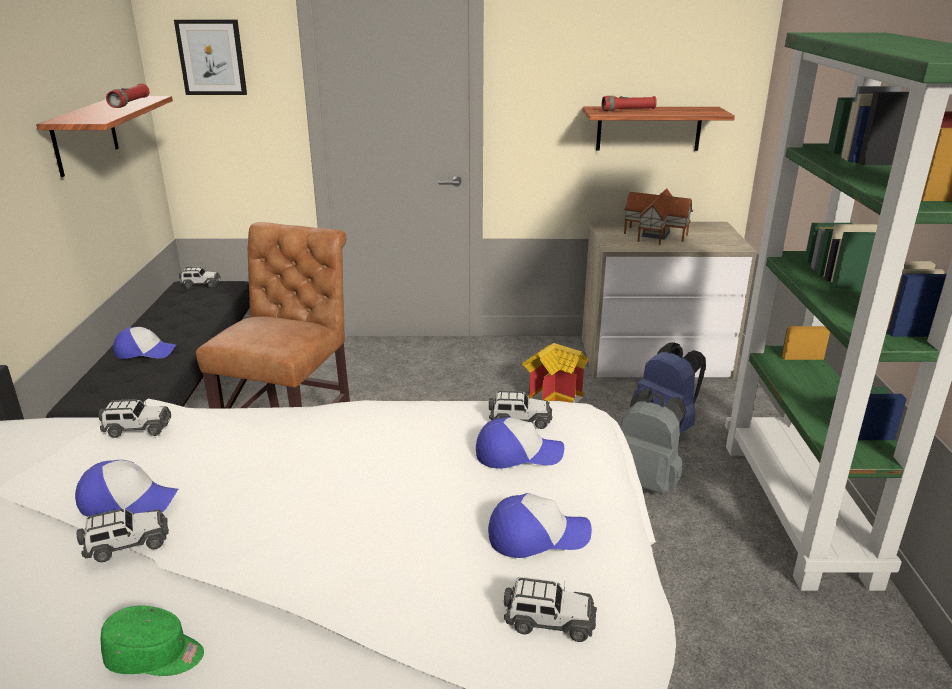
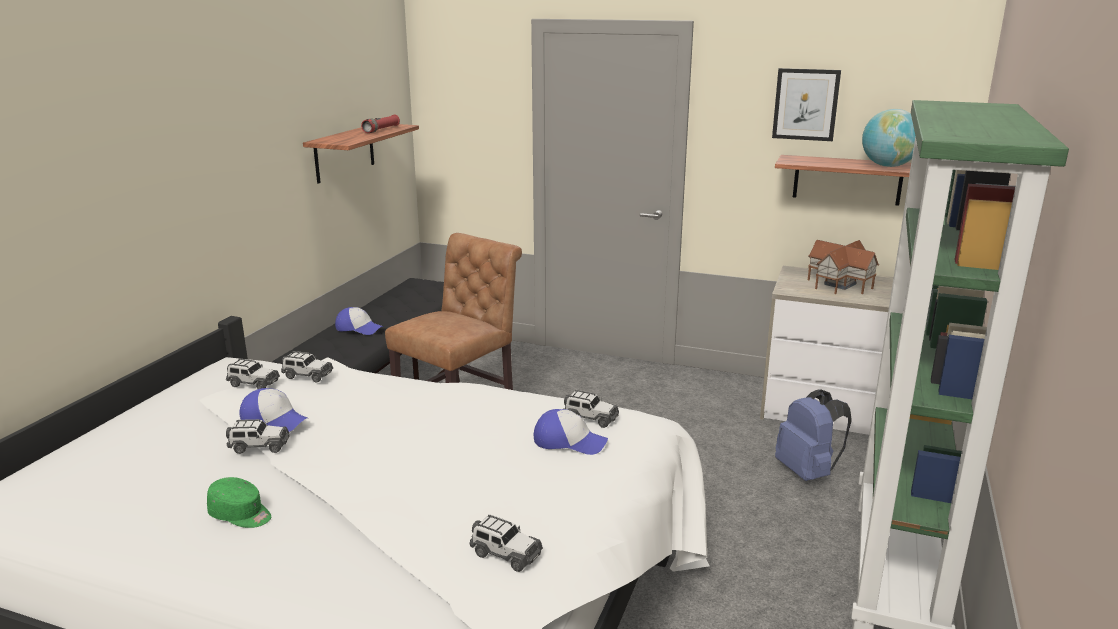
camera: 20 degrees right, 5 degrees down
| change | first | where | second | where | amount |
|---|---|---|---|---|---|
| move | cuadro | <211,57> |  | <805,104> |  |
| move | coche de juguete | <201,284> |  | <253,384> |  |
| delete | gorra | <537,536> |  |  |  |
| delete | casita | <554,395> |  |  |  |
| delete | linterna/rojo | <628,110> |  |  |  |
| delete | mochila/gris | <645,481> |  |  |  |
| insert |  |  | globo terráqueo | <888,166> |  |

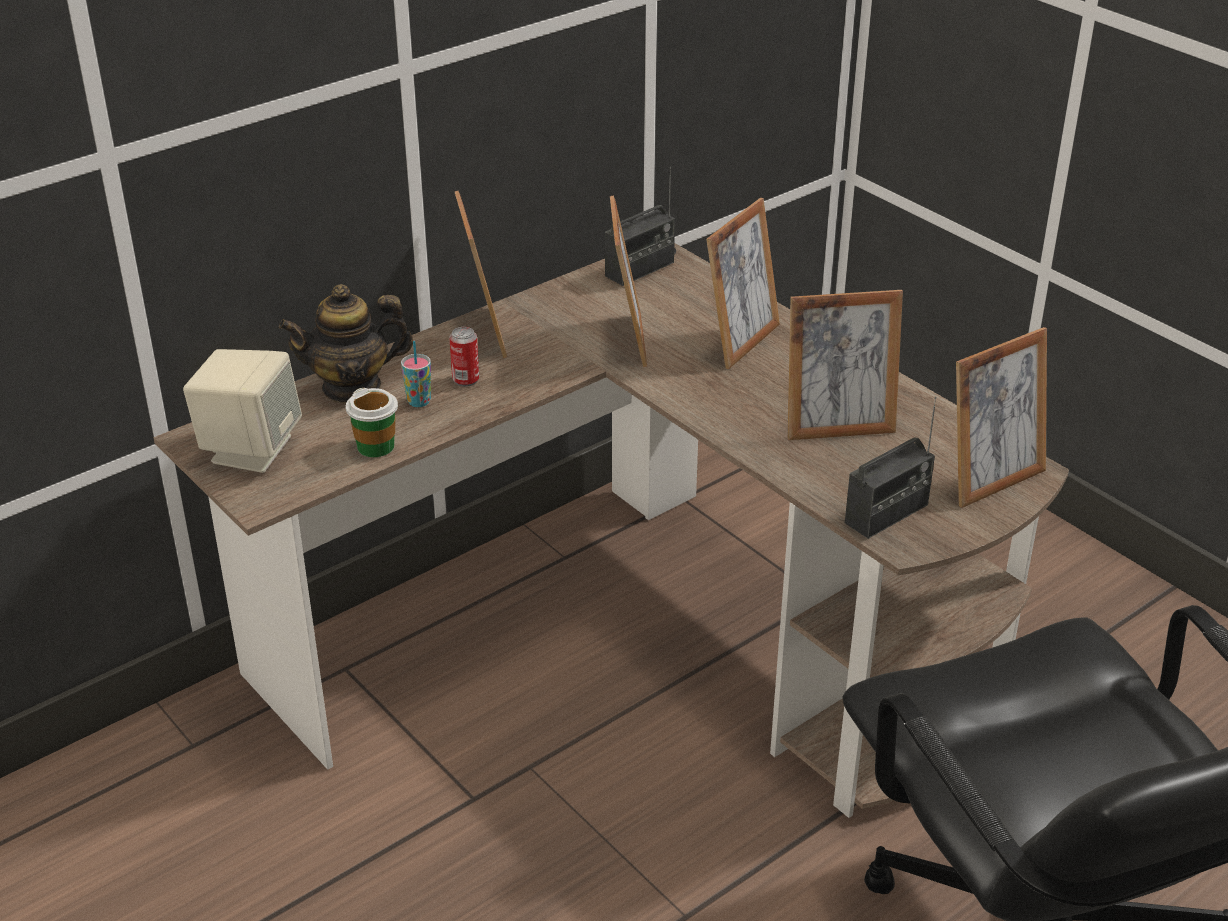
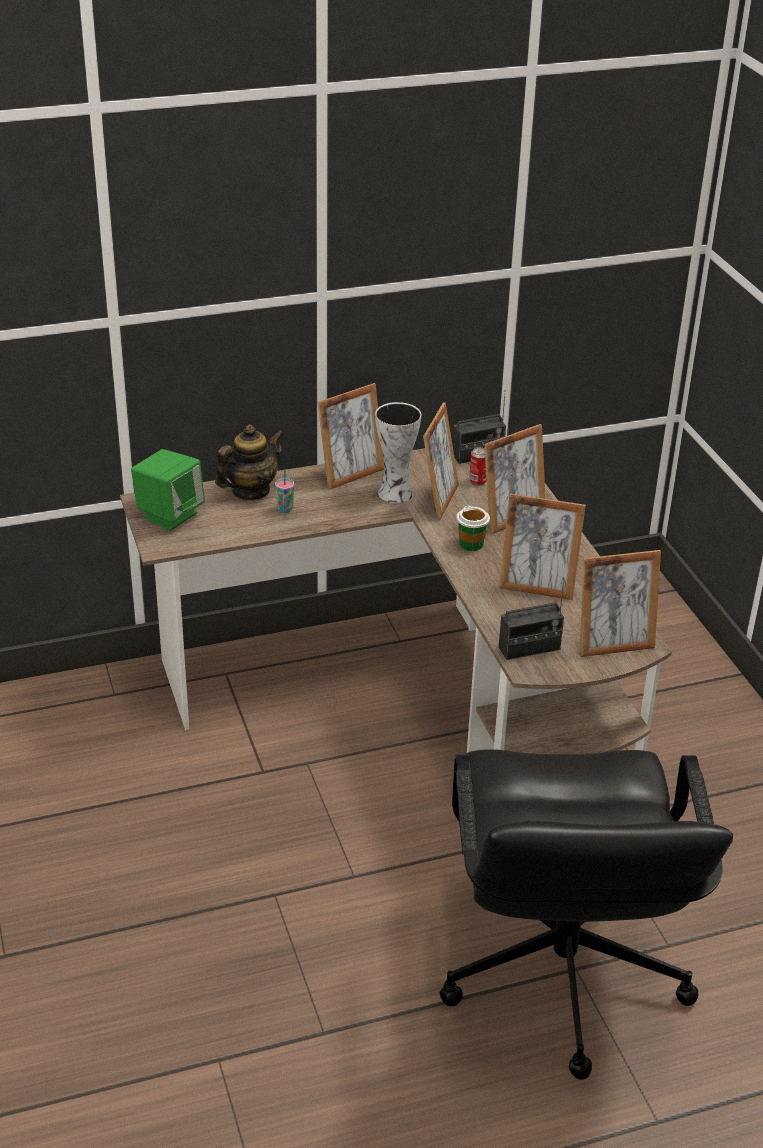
camera: 20 degrees right, 0 degrees up
| change | first | where | second | where | amount |
|---|---|---|---|---|---|
| recolor | altavoz/beis | <250,449> | altavoz/verde | <170,515> |  |
| rotate | tetera | <352,387> |  | <250,491> | 135 degrees clockwise |
| move | taza | <376,446> |  | <471,544> |  |
| move | lata | <465,380> |  | <477,481> |  |
| rotate | portarretratos | <483,333> |  | <351,475> | 45 degrees clockwise |
| insert |  |  | florero | <395,494> |  |

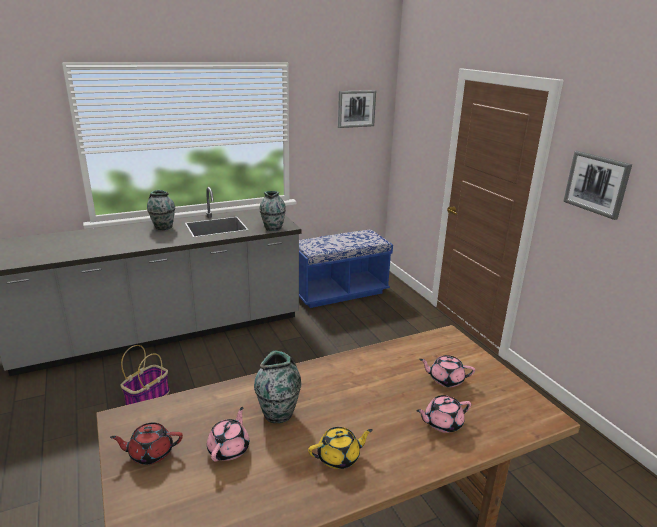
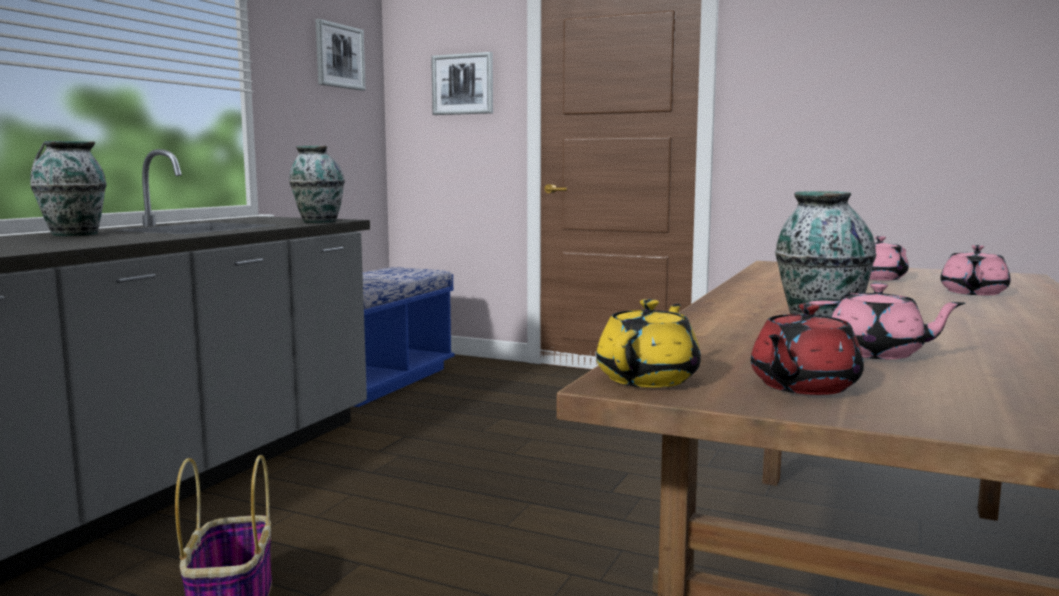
camera: 40 degrees left, 15 degrees down
| change | first | where | second | where | amount |
|---|---|---|---|---|---|
| rotate | tetera/rosa | <229,448> |  | <877,353> | 135 degrees clockwise |
| move | tetera/amarillo | <339,457> |  | <649,378> |  |
| move | cuadro | <597,184> |  | <463,84> |  |

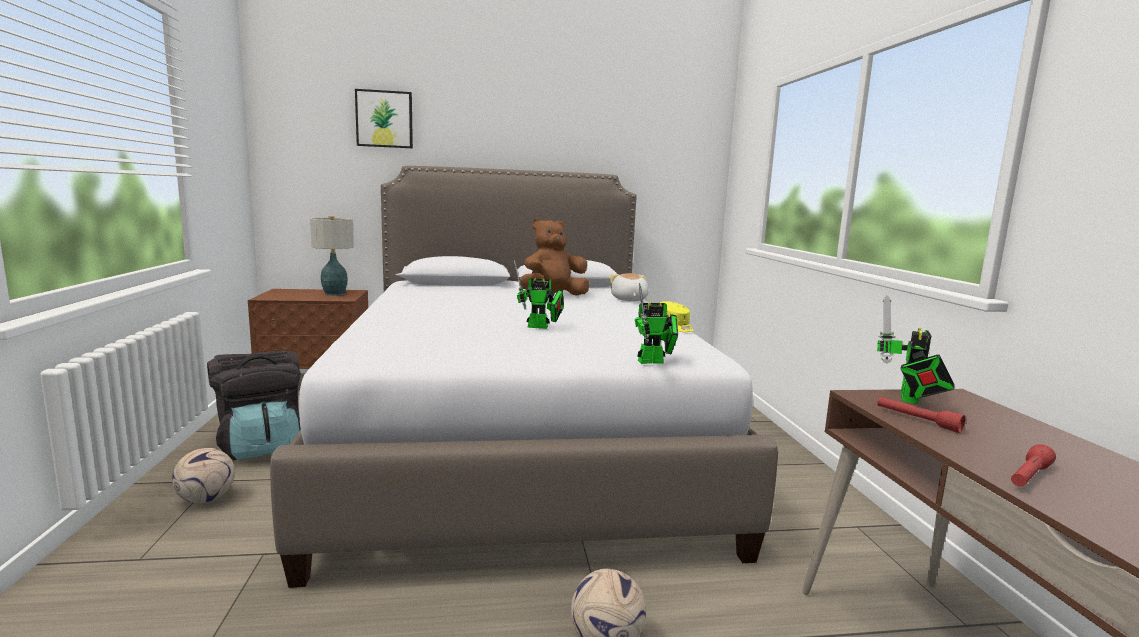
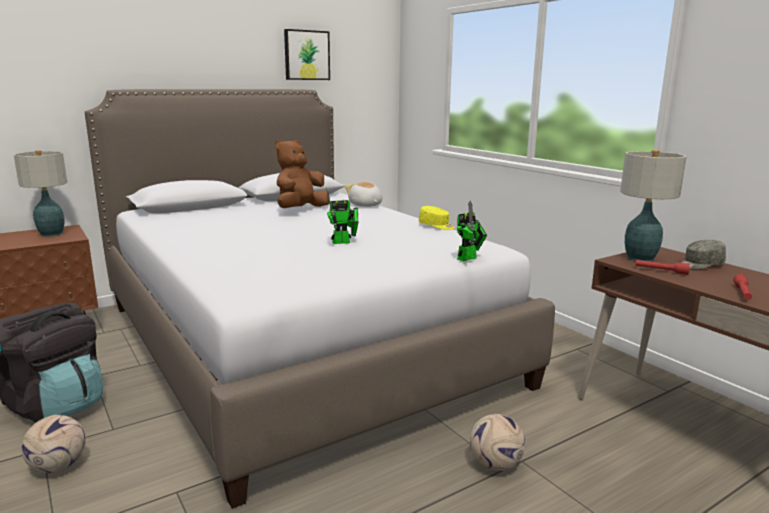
camera: 25 degrees left, 5 degrees up
| change | first | where | second | where | amount |
|---|---|---|---|---|---|
| move | cuadro | <384,119> |  | <306,55> |  |
| replace | robot de juguete | <909,400> | lámpara de mesa | <641,258> |  |
| insert |  |  | gorra/gris | <700,265> |  |

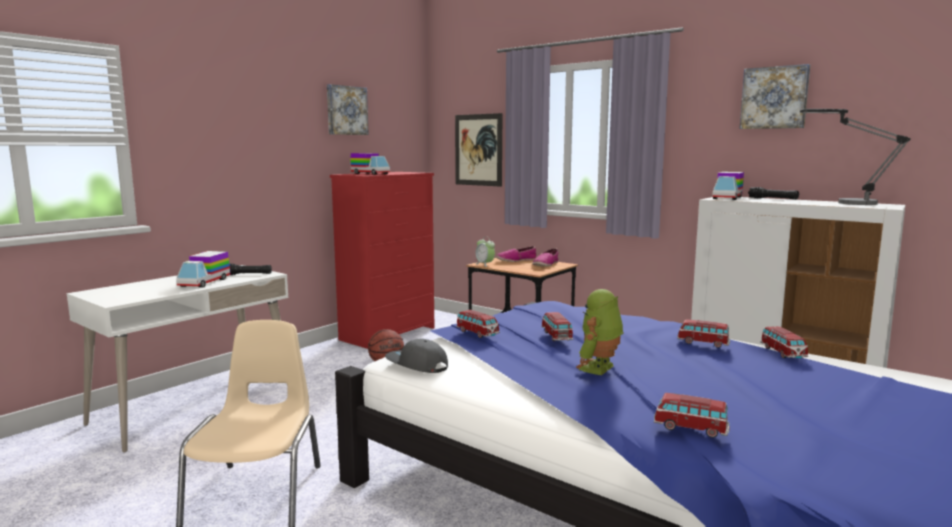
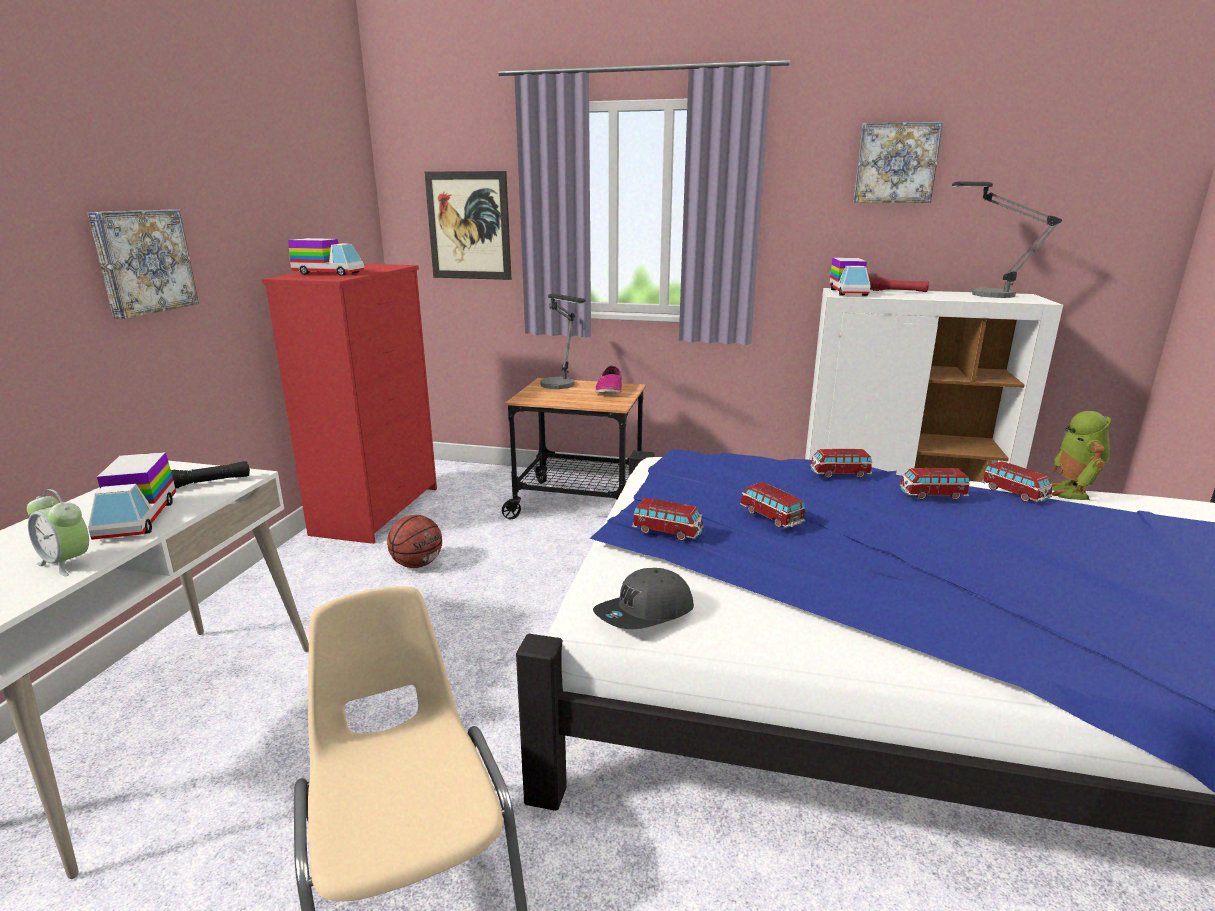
camera: 25 degrees left, 10 degrees up
| change | first | where | second | where | amount |
|---|---|---|---|---|---|
| move | cuadro | <346,110> |  | <142,261> |  |
| rotate | gorra/gris | <416,365> |  | <645,614> | 45 degrees counterclockwise |
| move | despertador | <485,264> |  | <67,563> |  |
| replace | zapato | <516,260> | lámpara de mesa | <562,387> |  |
| move | robot de juguete | <599,369> |  | <1072,493> |  |
| move | coche de juguete | <690,428> |  | <840,474> |  |
| recolor | linterna/negro | <772,199> | linterna/rojo | <896,291> |  |

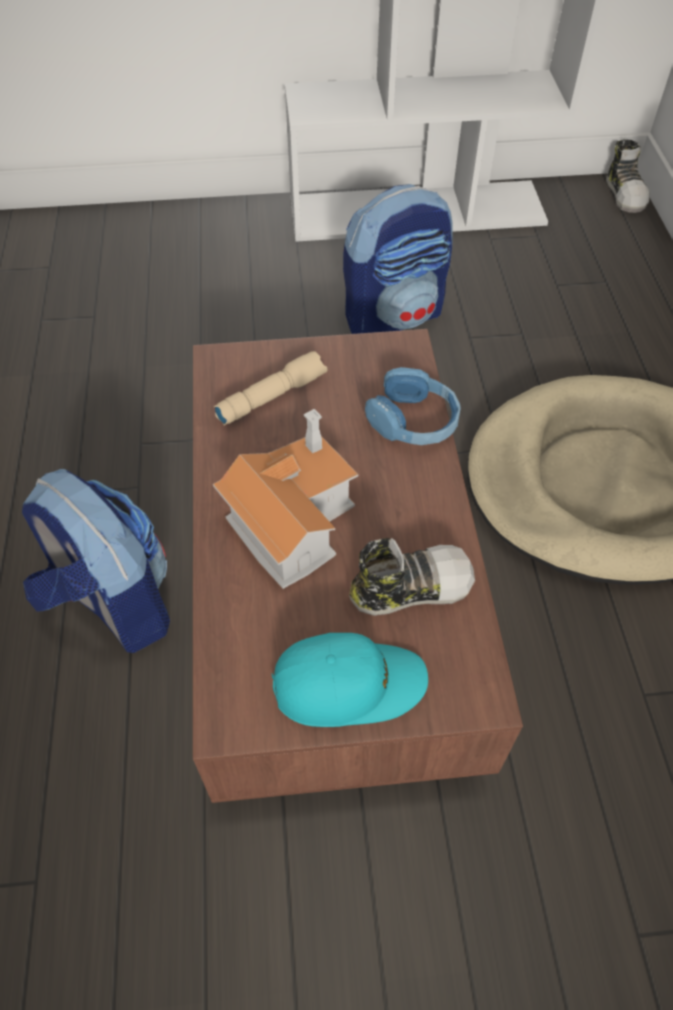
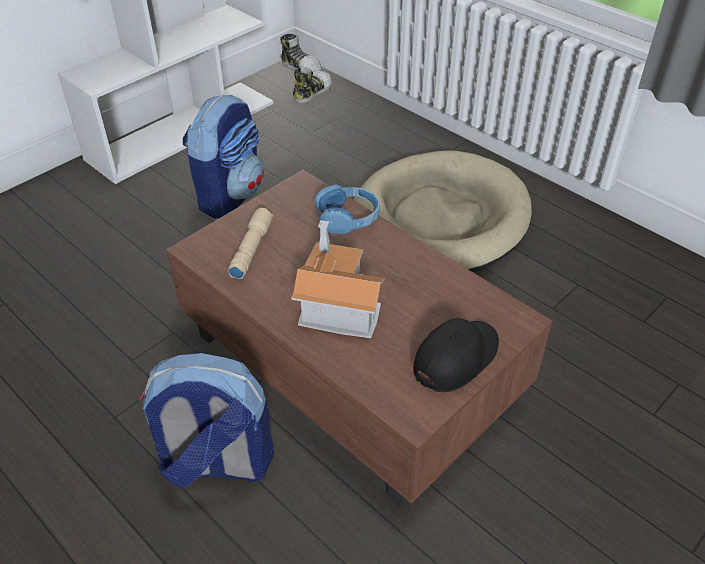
camera: 40 degrees left, 10 degrees down
| change | first | where | second | where | amount |
|---|---|---|---|---|---|
| recolor | gorra/turquesa | <348,684> | gorra/negro | <456,358> |  |
| move | zapato | <410,586> |  | <311,92> |  |

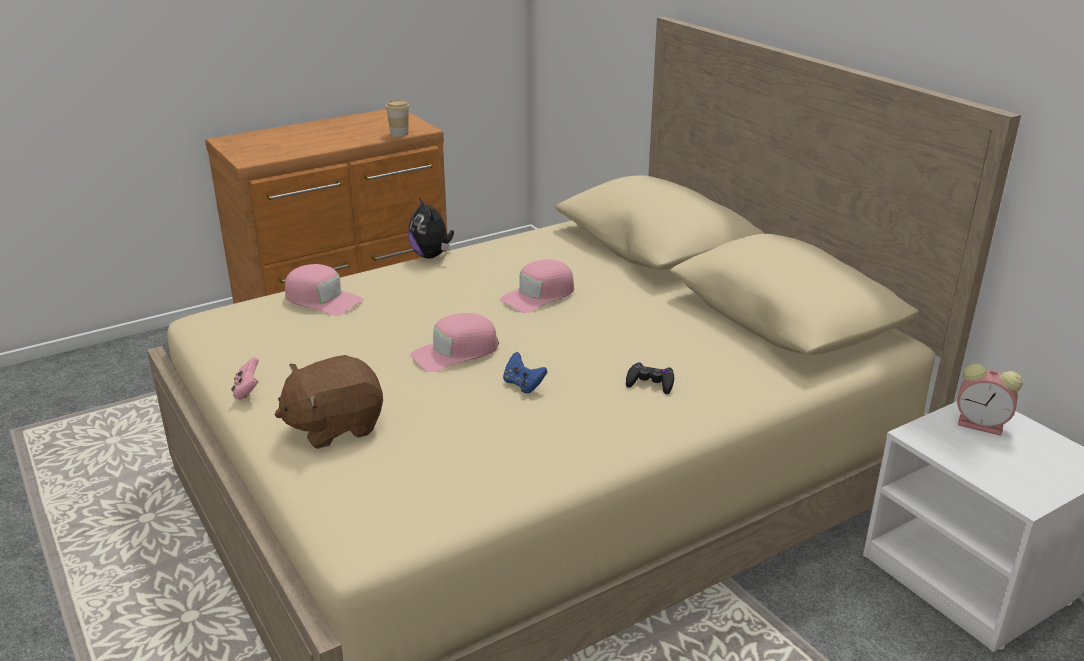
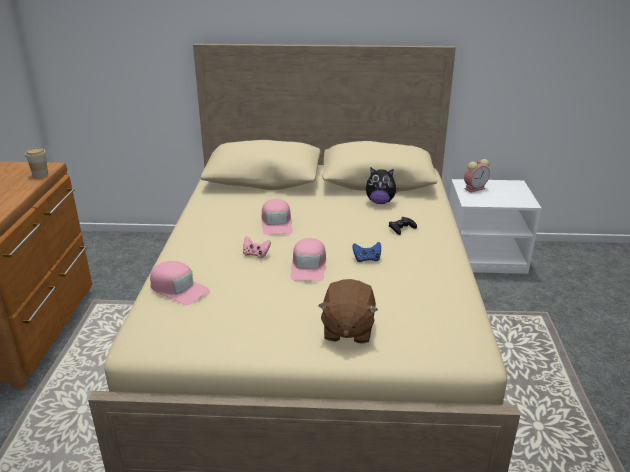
camera: 55 degrees left, 0 degrees up
| change | first | where | second | where | amount |
|---|---|---|---|---|---|
| move | mando de consola/rosa | <247,391> |  | <256,254> |  |
| rotate | gorra/rosa | <322,300> |  | <178,289> | 60 degrees clockwise |
| move | peluche | <432,256> |  | <380,202> |  |

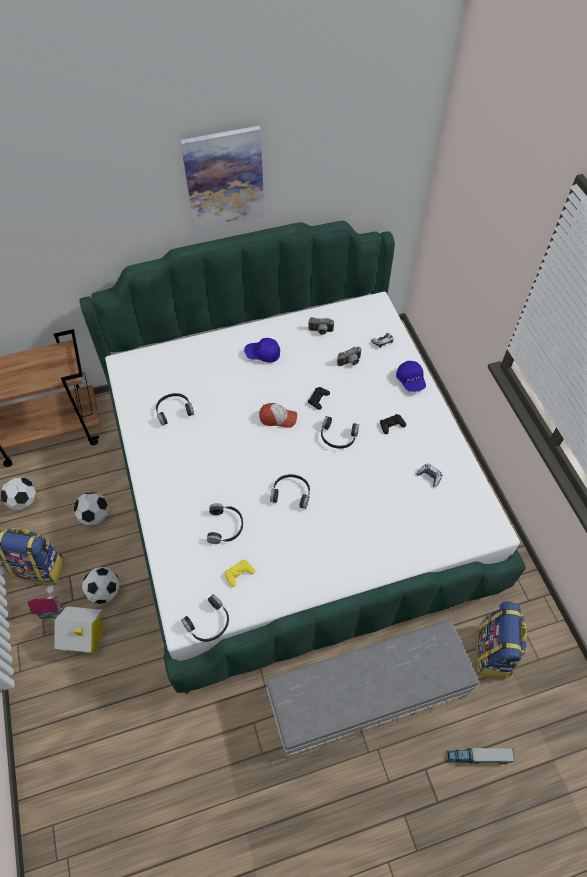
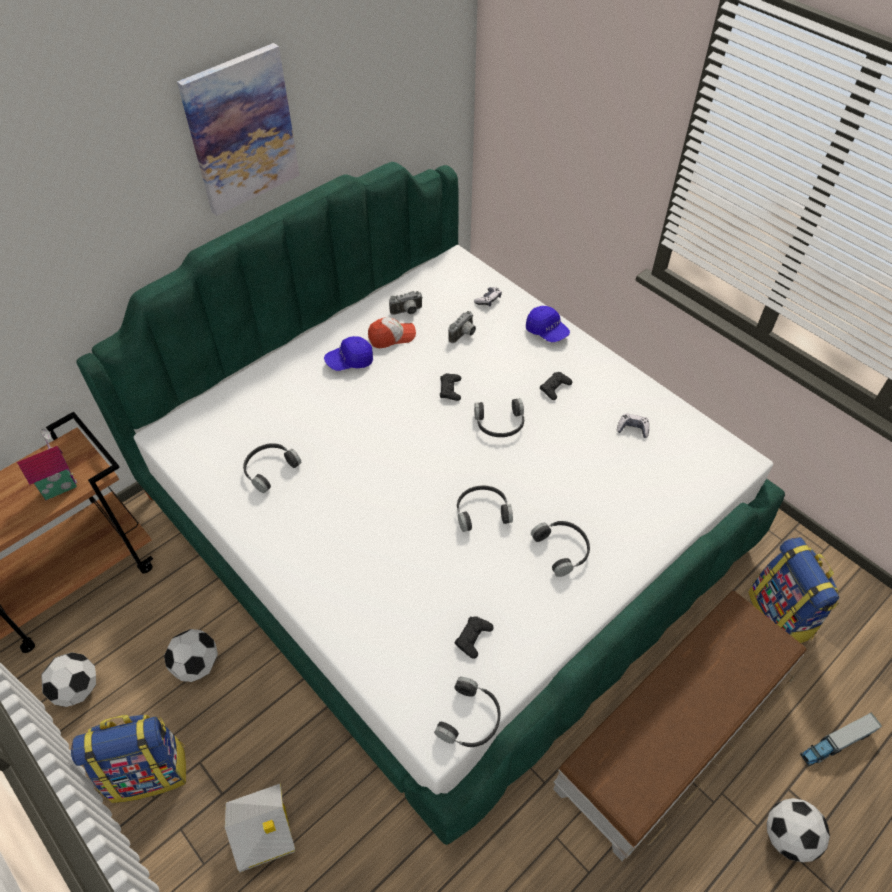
camera: 25 degrees left, 5 degrees down
| change | first | where | second | where | amount |
|---|---|---|---|---|---|
| move | casita | <53,611> |  | <59,487> |  |
| move | balón de fútbol | <105,591> |  | <788,836> |  |
| move | auriculares/negro | <226,526> |  | <563,549> |  |
| recolor | mando de consola/amarillo | <239,573> | mando de consola/negro | <473,638> |  |
| move | gorra | <278,418> |  | <392,337> |  |
| recolor | puf/gris | <368,694> | puf/marrón | <673,731> |  |

